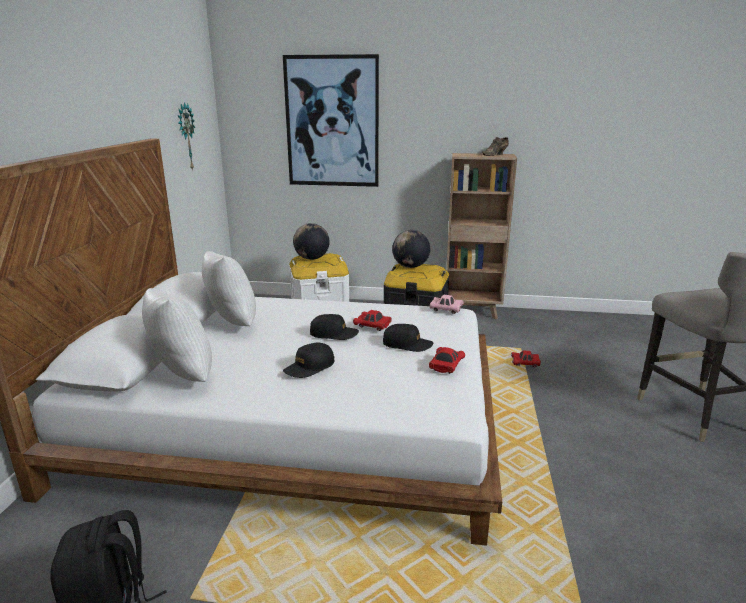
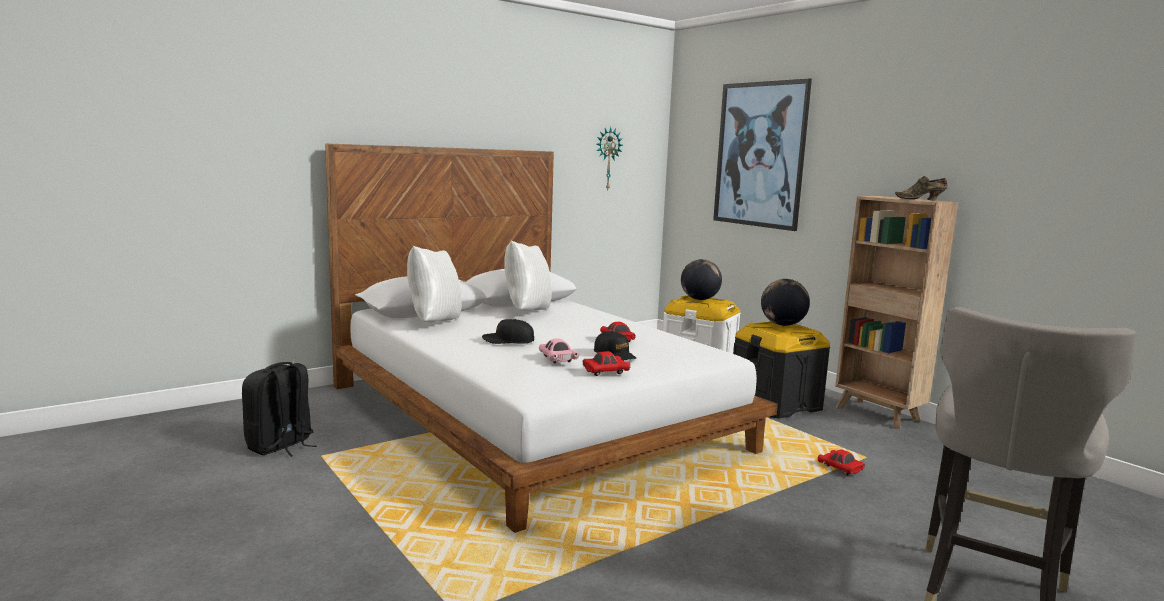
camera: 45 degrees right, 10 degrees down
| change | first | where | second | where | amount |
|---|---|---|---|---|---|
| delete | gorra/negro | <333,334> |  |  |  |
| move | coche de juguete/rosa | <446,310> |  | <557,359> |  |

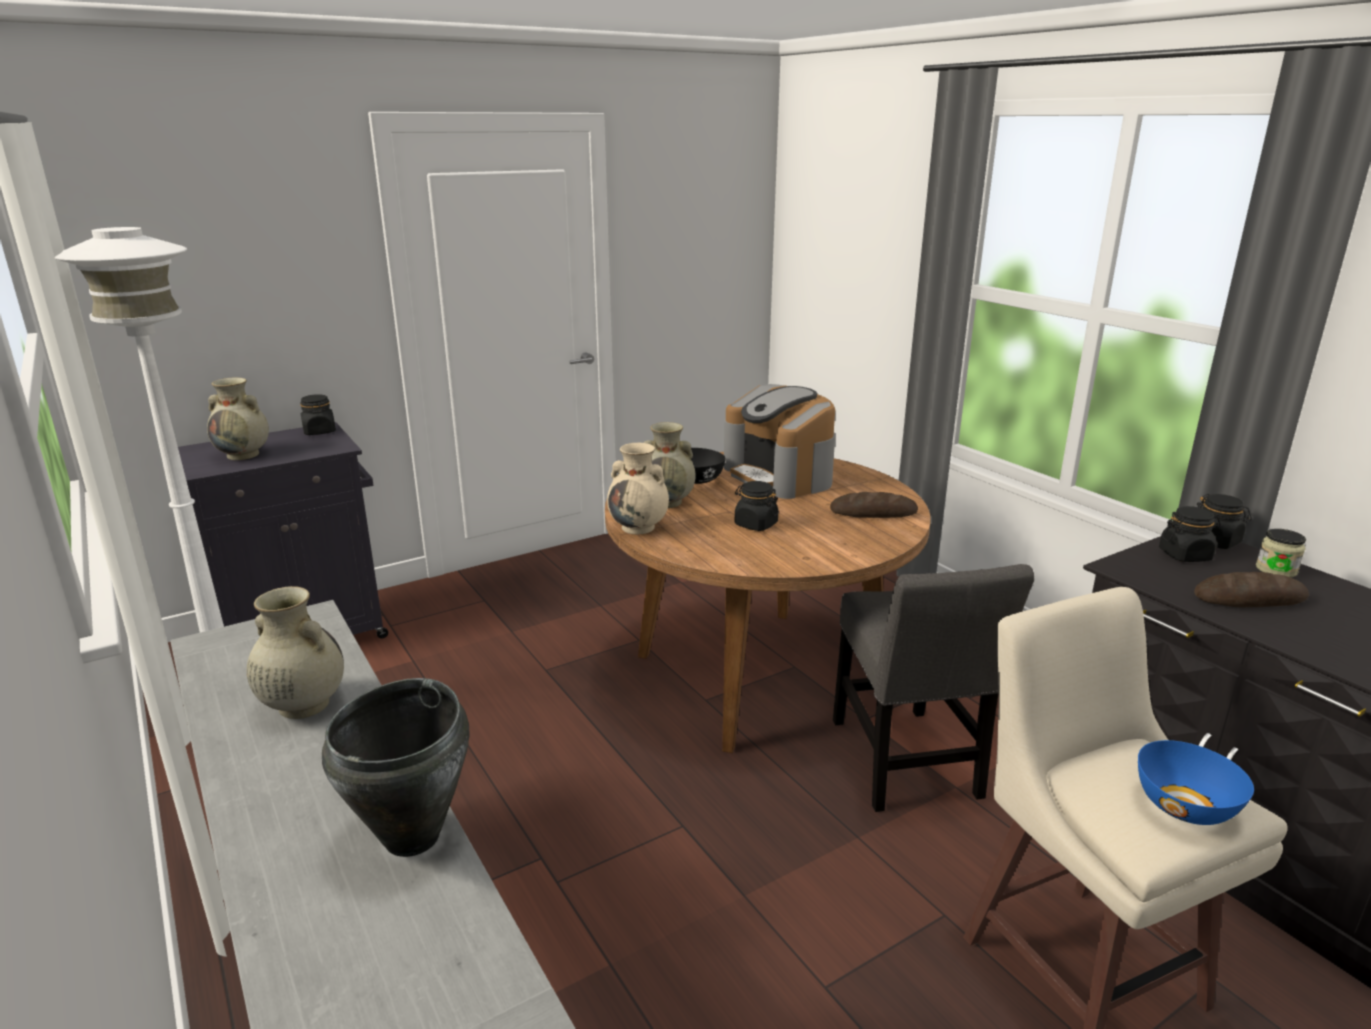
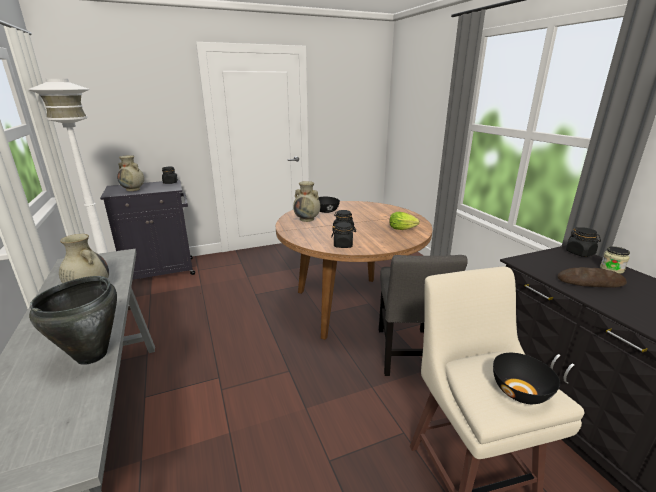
camera: 10 degrees right, 0 degrees up
| change | first | where | second | where | amount |
|---|---|---|---|---|---|
| delete | florero/beis | <639,527> |  |  |  |
| delete | cafetera | <779,476> |  |  |  |
| replace | pan | <873,512> | lechuga | <403,229> |  |
| recolor | cuenco/azul | <1186,806> | cuenco/negro | <521,392> |  |
| move | tarro/negro | <1185,555> |  | <343,245> |  |

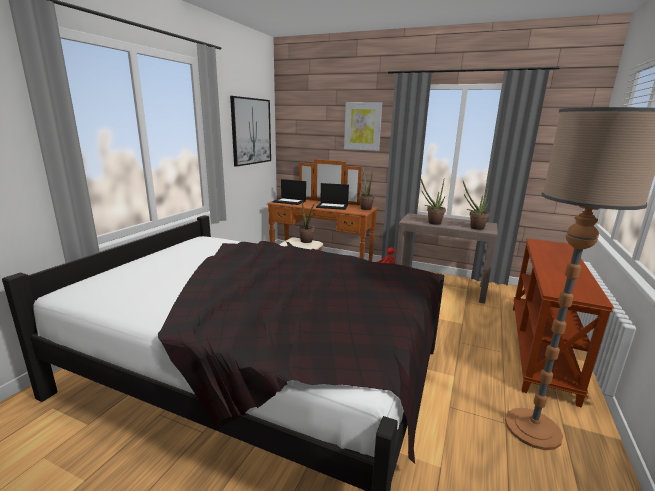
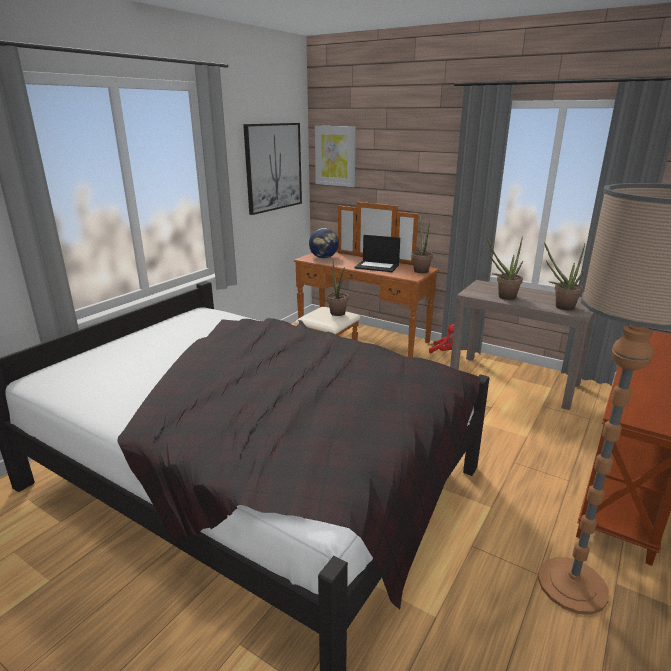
camera: 10 degrees right, 5 degrees up
| change | first | where | second | where | amount |
|---|---|---|---|---|---|
| replace | portátil | <290,201> | globo terráqueo | <324,258> |  |
| move | cuadro | <362,126> |  | <335,156> |  |

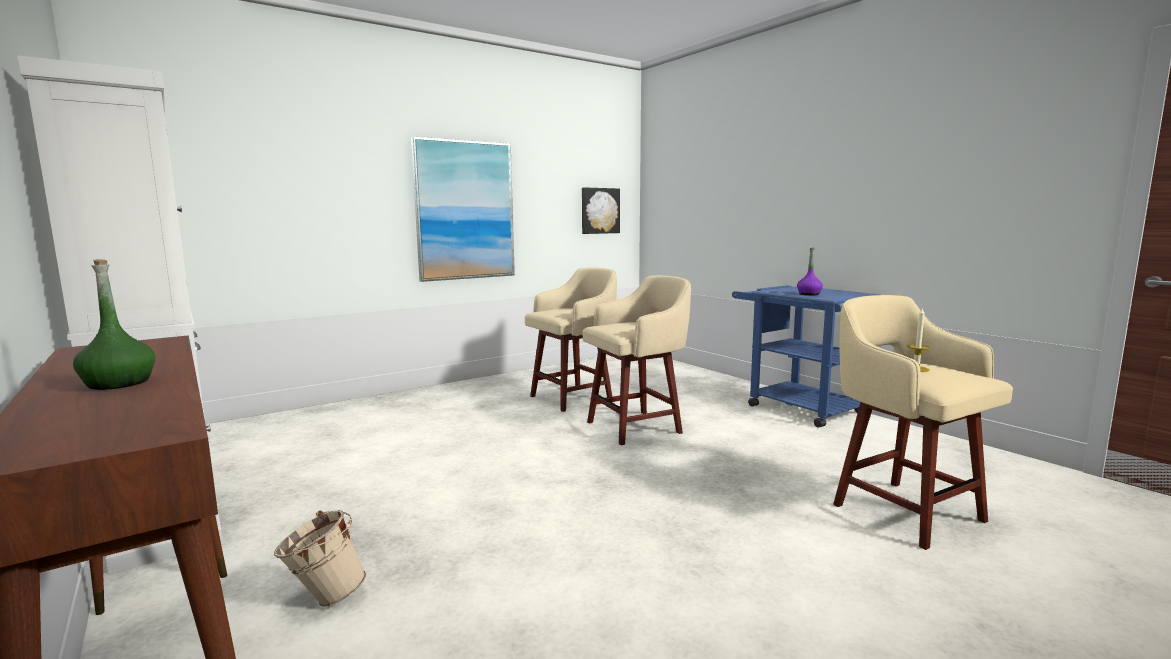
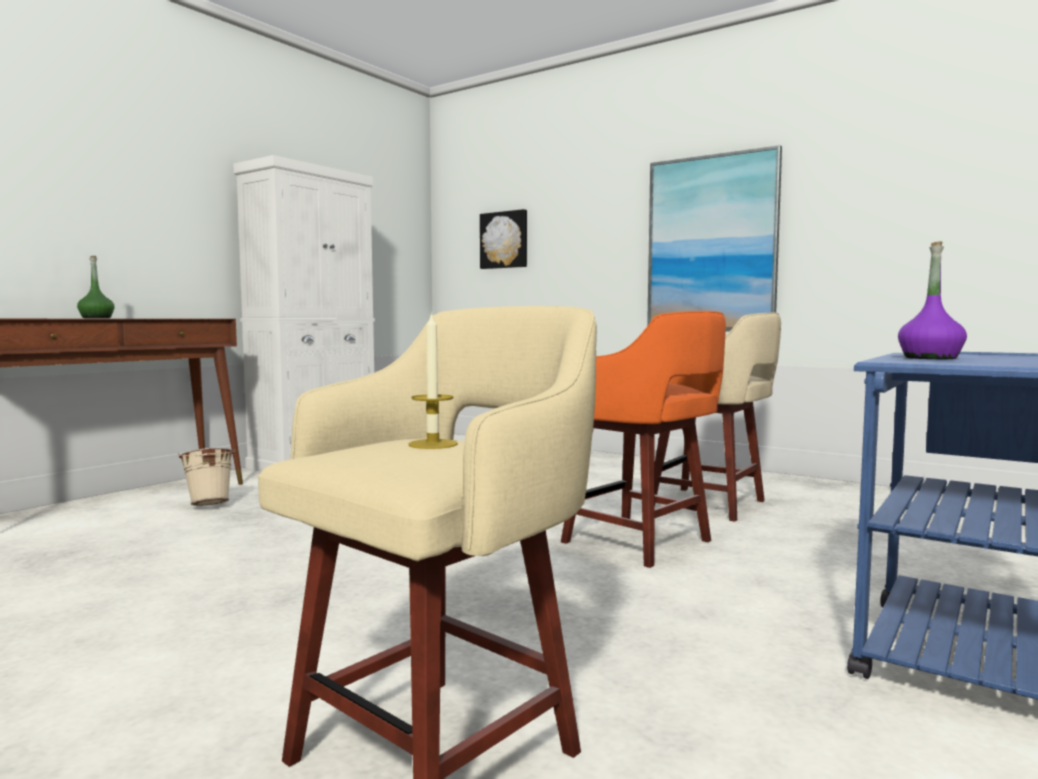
camera: 70 degrees right, 5 degrees down
| change | first | where | second | where | amount |
|---|---|---|---|---|---|
| move | cuadro | <599,211> |  | <504,240> |  |
| recolor | taburete/beis | <637,427> | taburete/naranja | <641,543> |  |

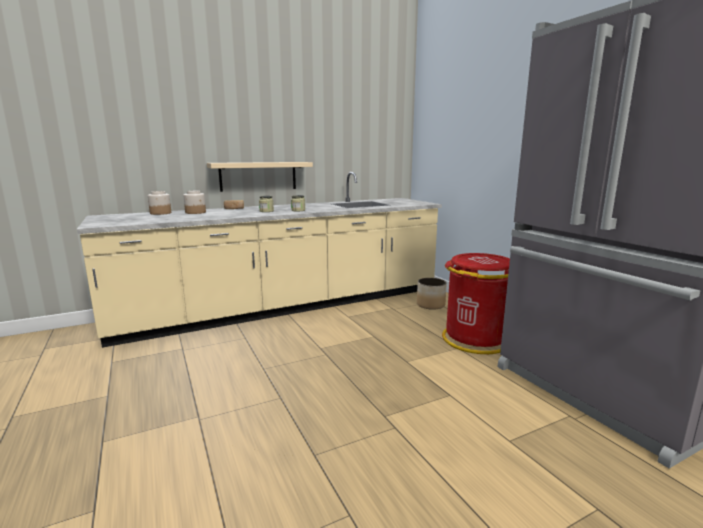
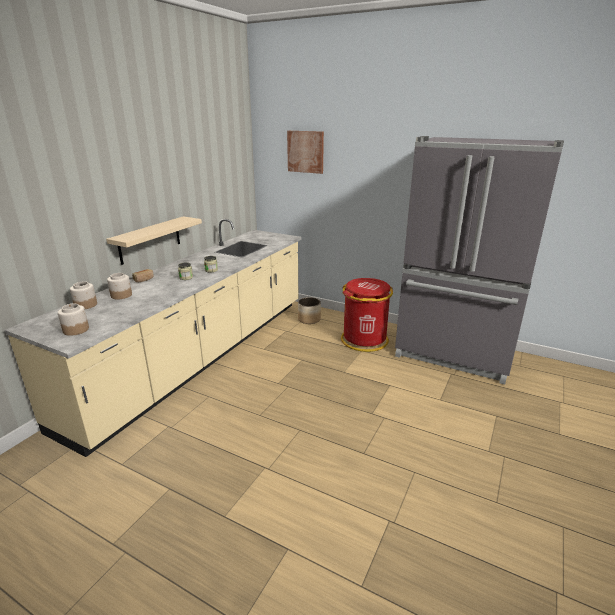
camera: 35 degrees left, 10 degrees up
| change | first | where | second | where | amount |
|---|---|---|---|---|---|
| insert |  |  | tarro | <76,330> |  |
| insert |  |  | cuadro | <305,151> |  |

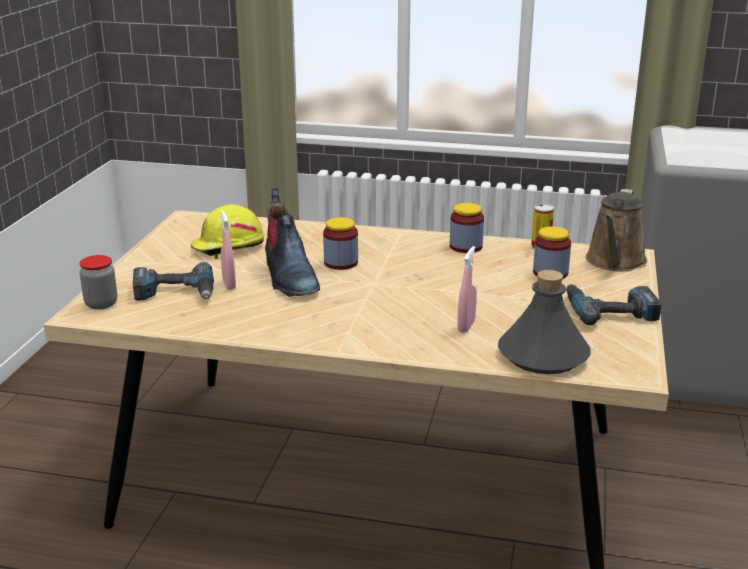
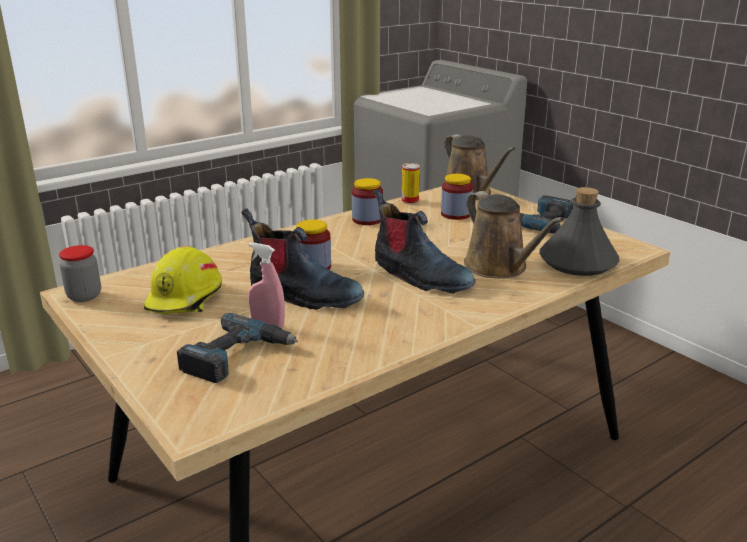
camera: 50 degrees left, 0 degrees up
| change | first | where | second | where | amount |
|---|---|---|---|---|---|
| move | tarro | <101,304> |  | <84,296> |  |
| replace | pulverizador/rosa | <466,326> | regadera/marrón | <499,267> |  |
| insert |  |  | bota | <419,276> |  |

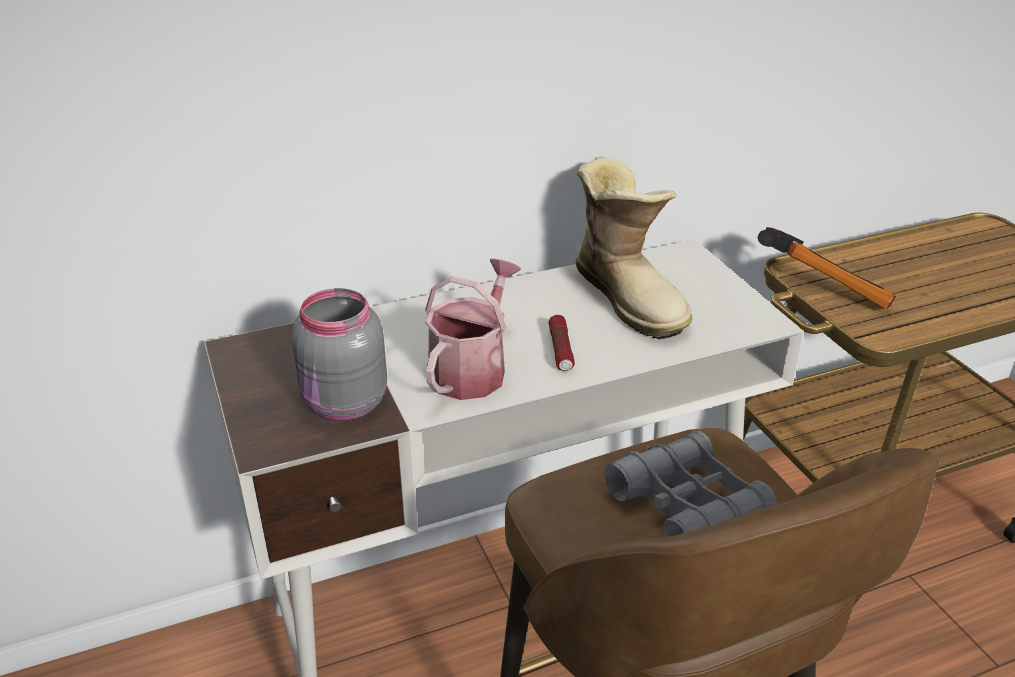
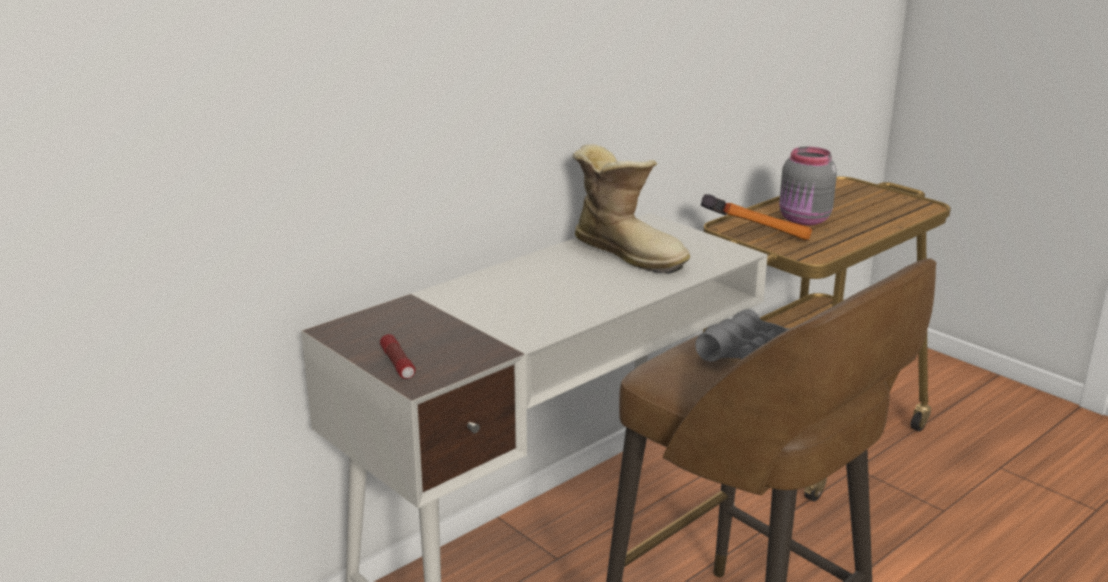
camera: 20 degrees left, 10 degrees down
| change | first | where | second | where | amount |
|---|---|---|---|---|---|
| move | tarro/gris | <344,404> |  | <804,220> |  |
| delete | regadera | <472,369> |  |  |  |
| move | linterna | <561,350> |  | <398,364> |  |

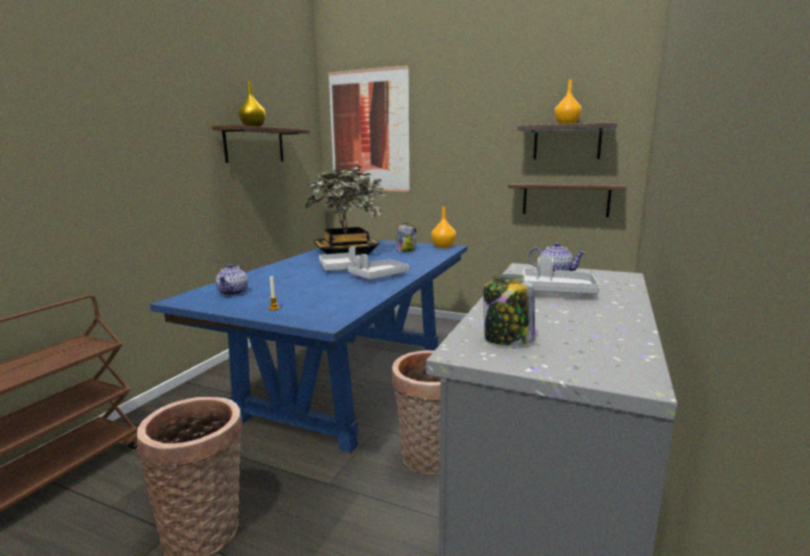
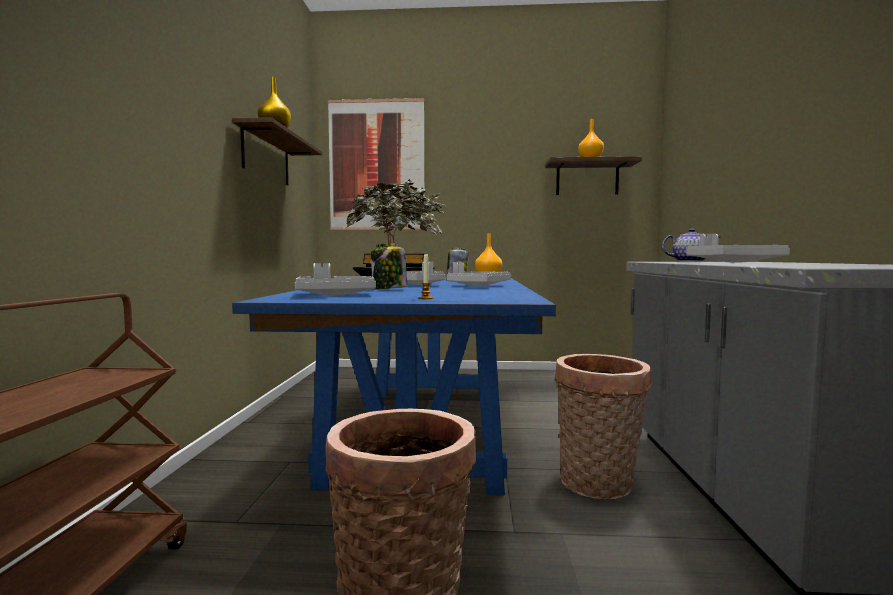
camera: 20 degrees left, 10 degrees down
| change | first | where | second | where | amount |
|---|---|---|---|---|---|
| replace | tetera | <233,292> | bandeja/gris | <335,294> |  |
| move | tarro | <507,339> |  | <389,289> |  |
| delete | estante | <565,199> |  |  |  |

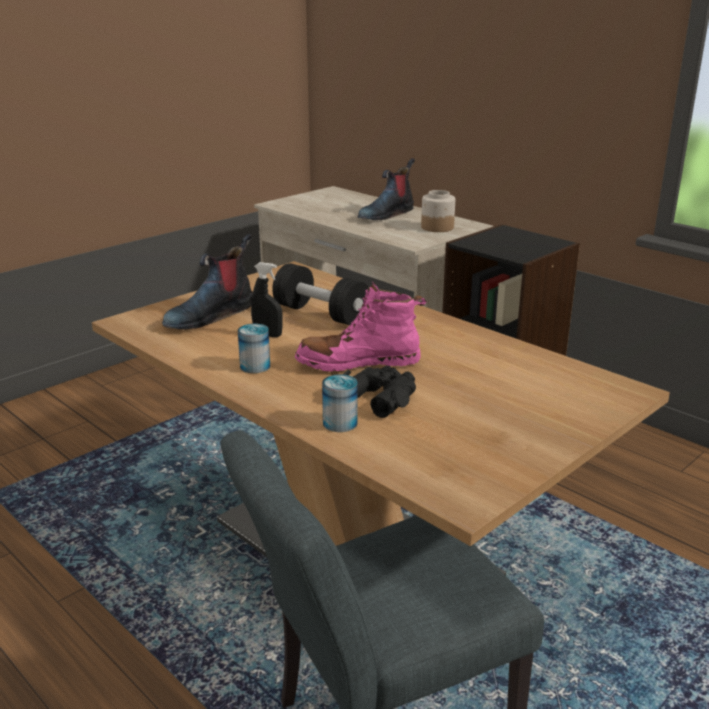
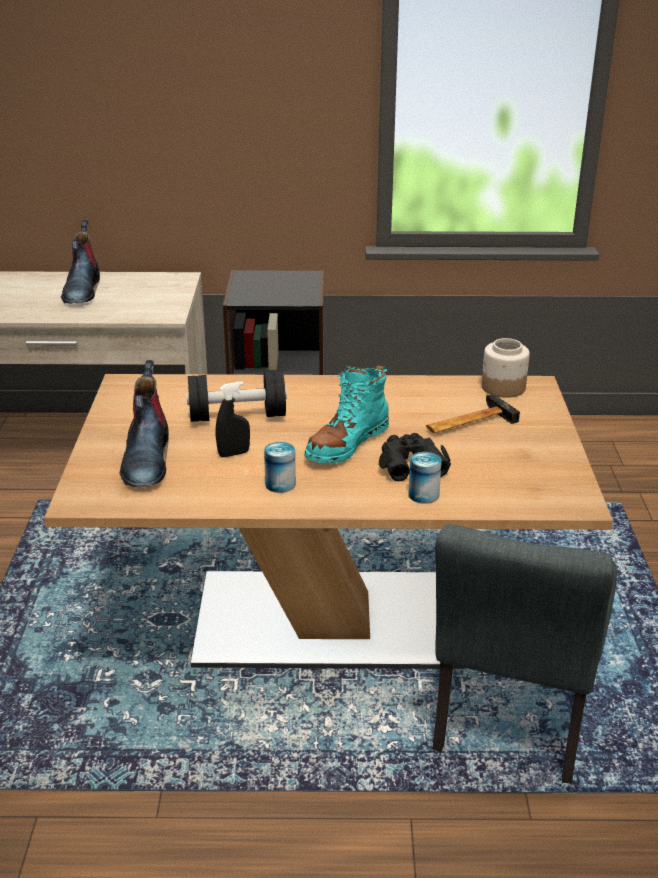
camera: 45 degrees left, 5 degrees up
| change | first | where | second | where | amount |
|---|---|---|---|---|---|
| recolor | bota/rosa | <358,363> | bota/turquesa | <347,444> |  |
| move | tarro | <437,227> |  | <503,388> |  |
| insert |  |  | martillo | <467,422> |  |

